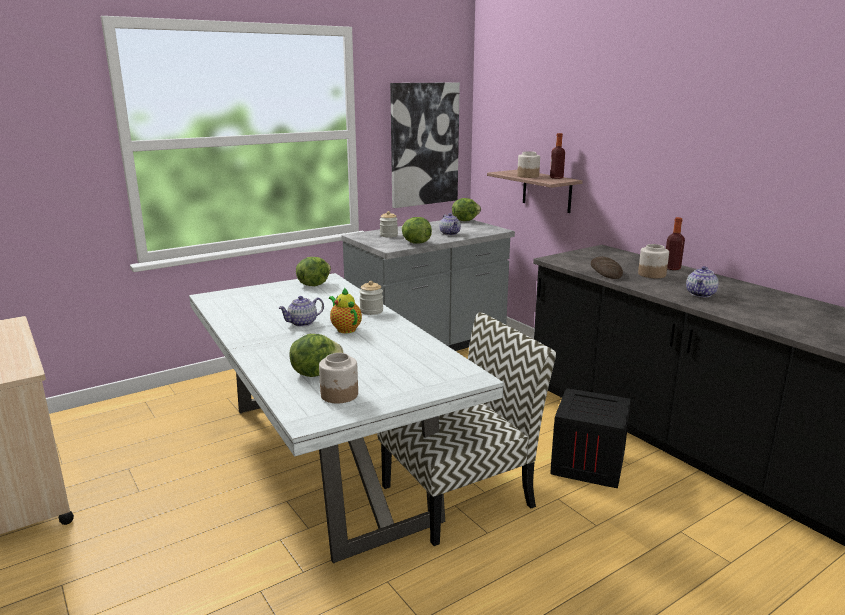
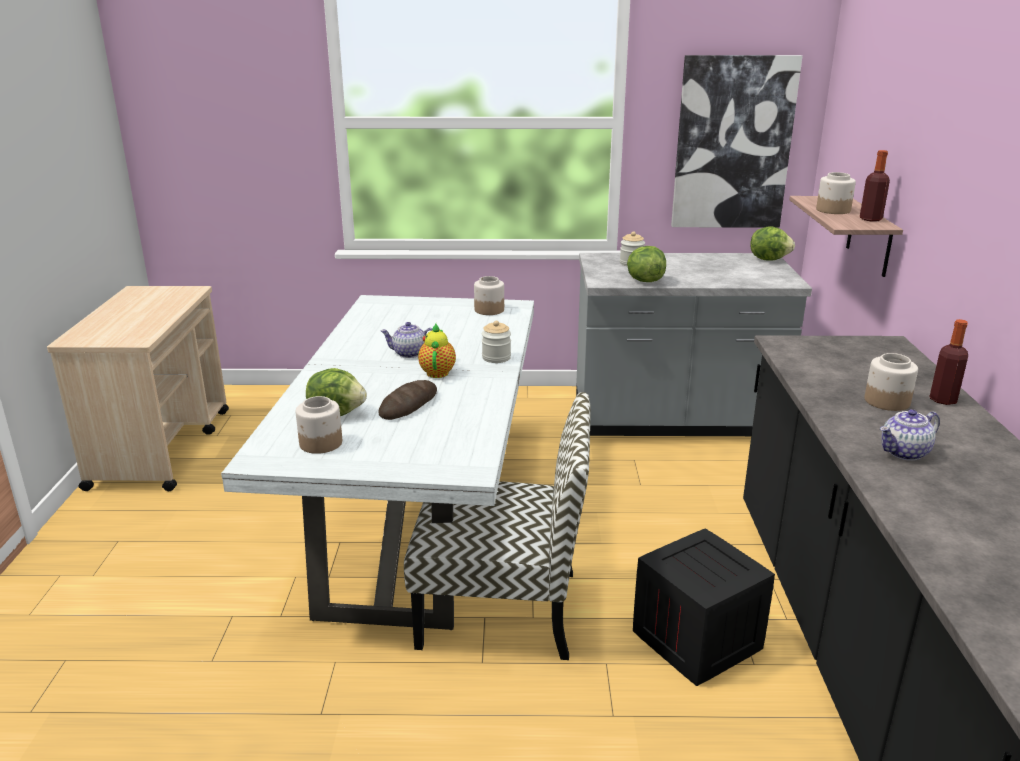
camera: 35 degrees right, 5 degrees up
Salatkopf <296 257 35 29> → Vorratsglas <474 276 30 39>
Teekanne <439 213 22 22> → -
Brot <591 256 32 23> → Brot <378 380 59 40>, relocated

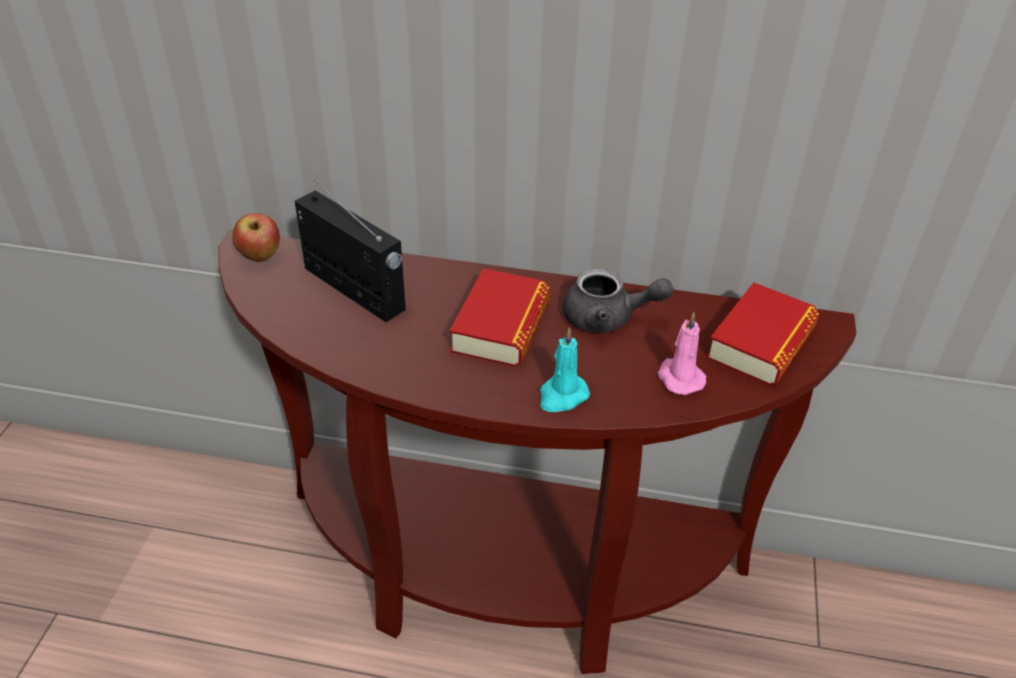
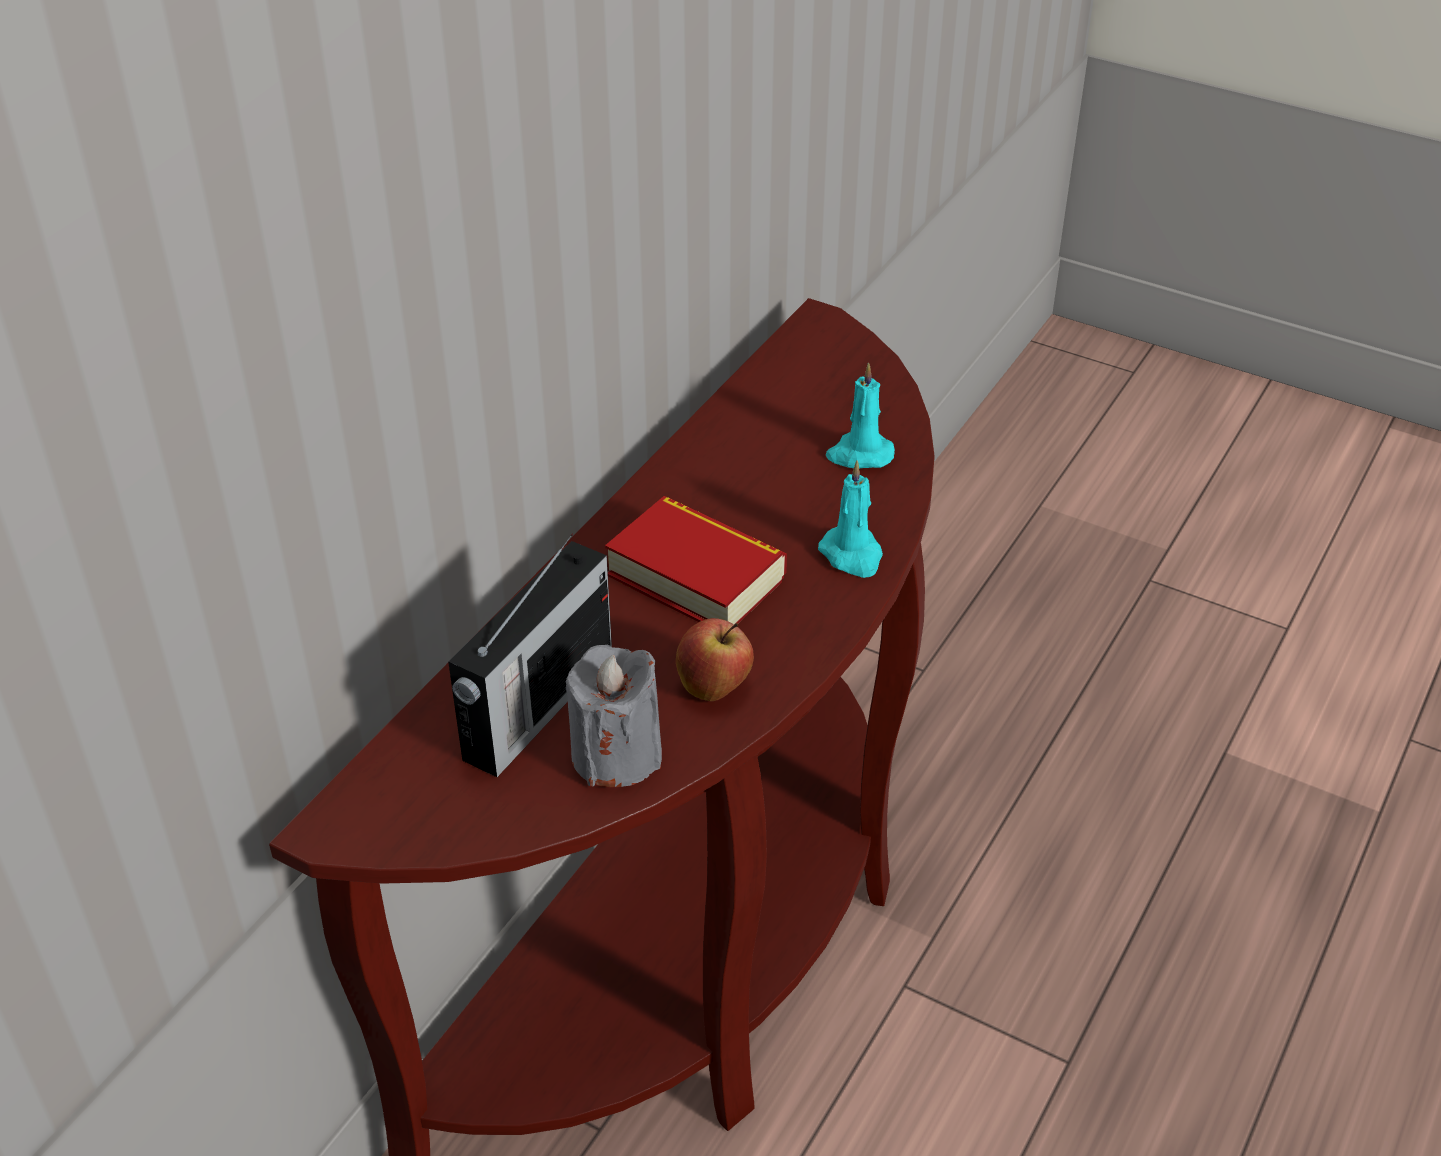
camera: 70 degrees left, 0 degrees up
Apfel <232 213 48 49> → Apfel <676 618 78 83>, relocated
Radio <295 180 111 142> → Radio <448 534 164 243>, 150 degrees clockwise
Teekanne (grau) <563 269 111 64> → -
Kerze (rosa) <658 312 48 83> → Kerze (türkis) <825 362 70 106>
Buch <706 282 114 104> → -
- → Kerze (grau) <566 645 96 142>

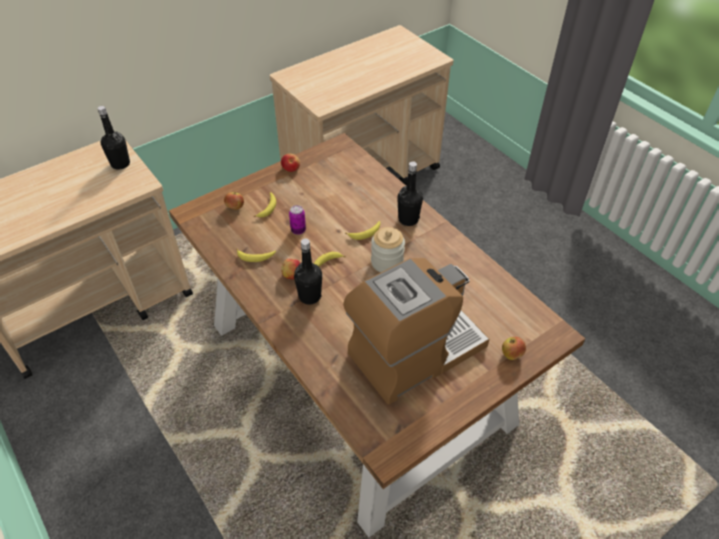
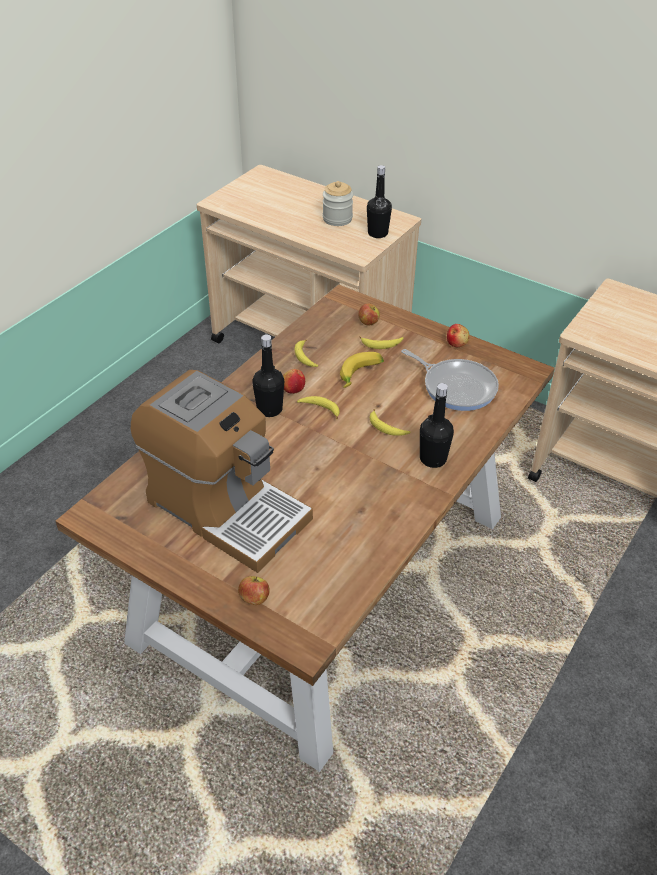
camera: 70 degrees right, 5 degrees down
Dose <289 205 17 30> → Banane <340 352 44 36>
Vorratsglas <371 227 34 46> → Vorratsglas <323 181 30 45>, relocated
- → Pfanne <401 349 98 62>

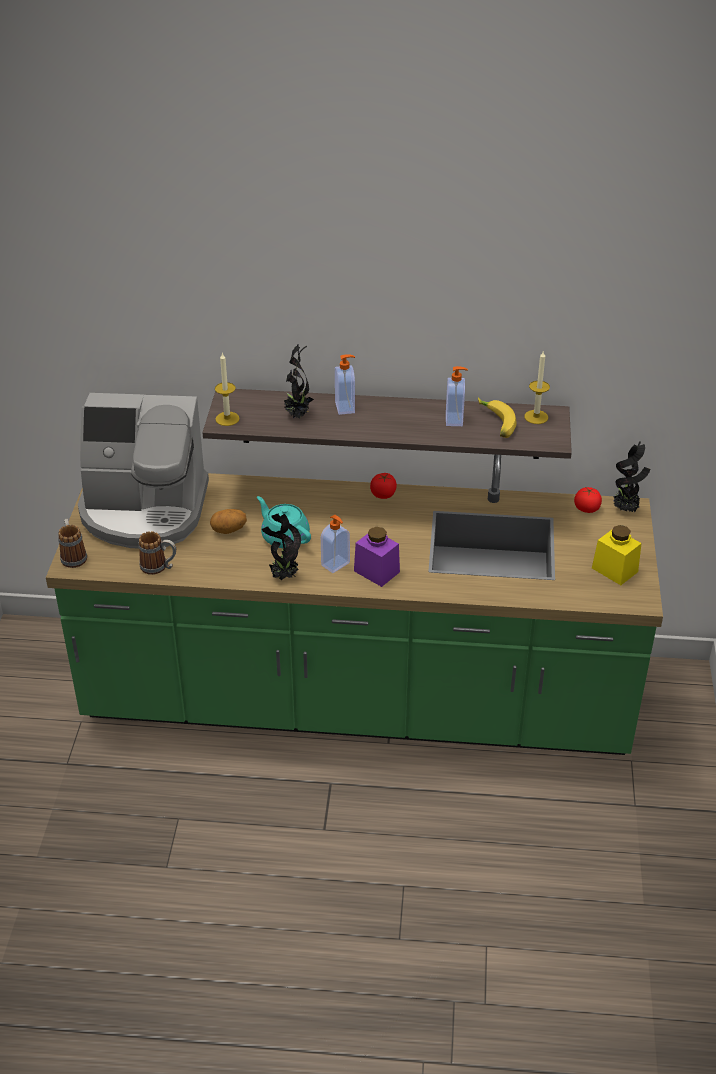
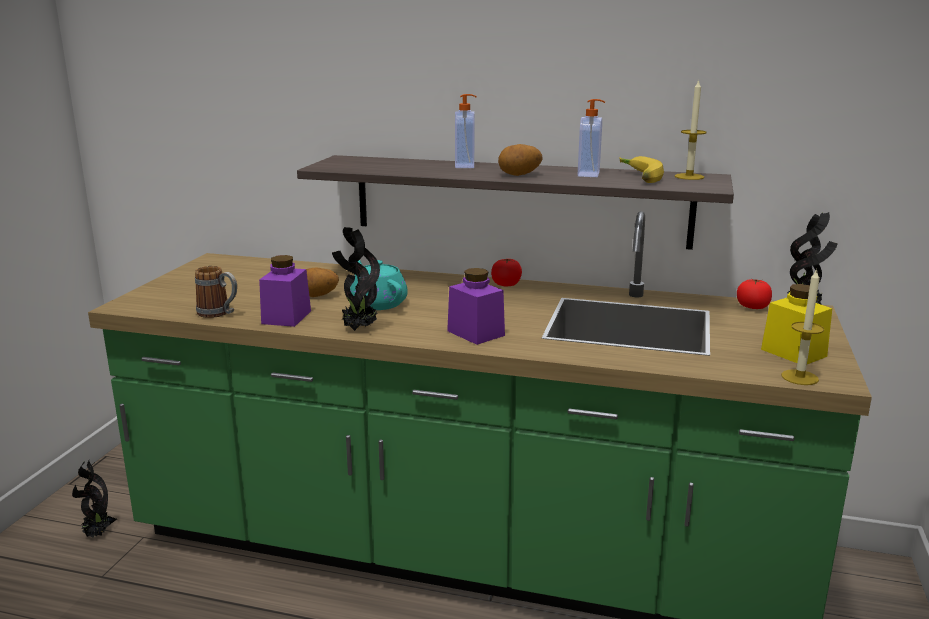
camera: 10 degrees right, 20 degrees down
Henkelbecher <58 518 29 50> → -
Kaffeemaschine <78 393 131 155> → -
Kerze <215 352 25 74> → Kerze <781 268 43 117>, relocated
Topfpflanze <284 345 30 73> → Topfpflanze <72 461 45 77>, relocated
Seifenspender <321 514 29 59> → -
- → Vorratsglas (lila) <259 255 52 72>
- → Kartoffel <498 144 45 32>

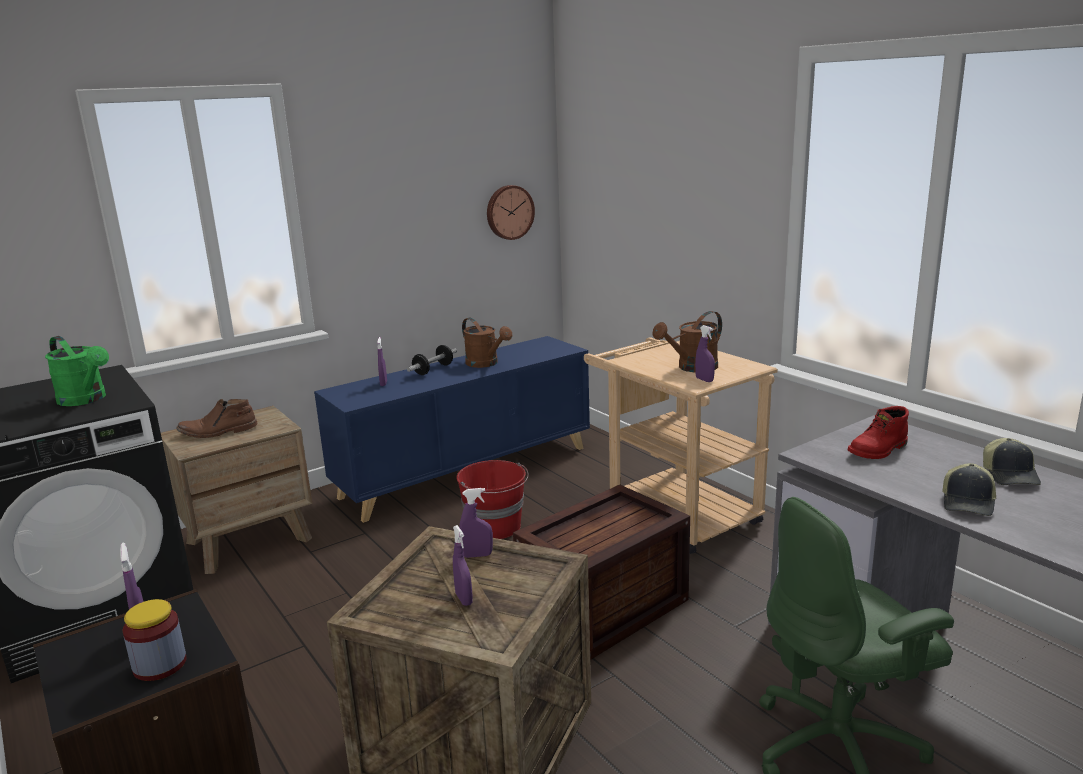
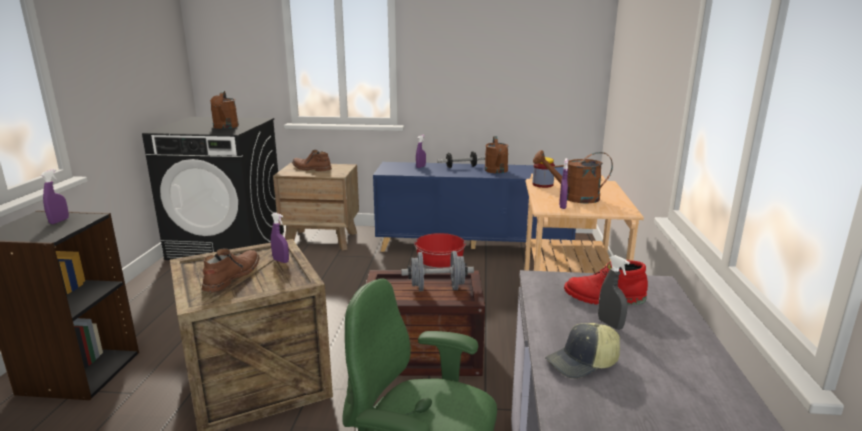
camera: 40 degrees right, 0 degrees up
Gießkanne (grün) <45 336 64 70> → Gießkanne (braun) <210 91 29 38>
Vorratsglas <123 599 63 82> → Vorratsglas <533 157 22 31>, relocated
Sprühflasche (lila) <453 525 20 81> → Stiefel (braun) <202 248 57 44>
Wanduhr <487 185 48 55> → -
Kappe <983 438 58 47> → -
- → Hantel (grau) <401 251 73 40>
- → Sprühflasche (grau) <598 255 32 75>

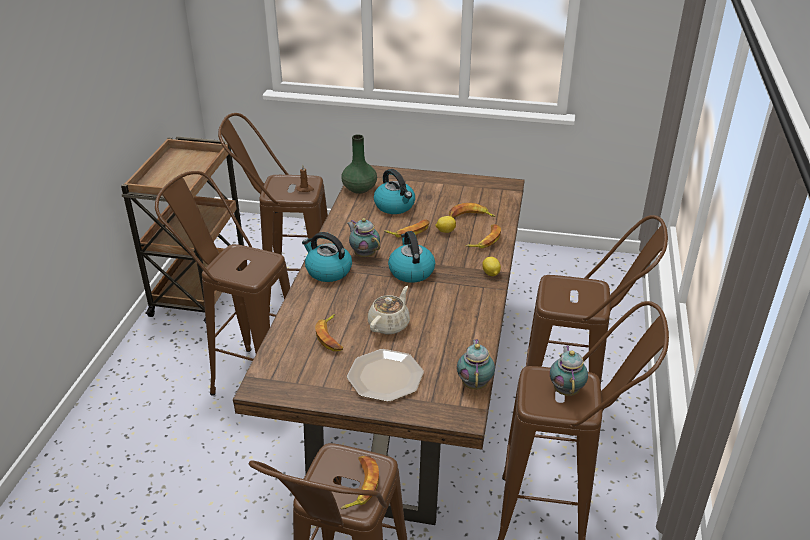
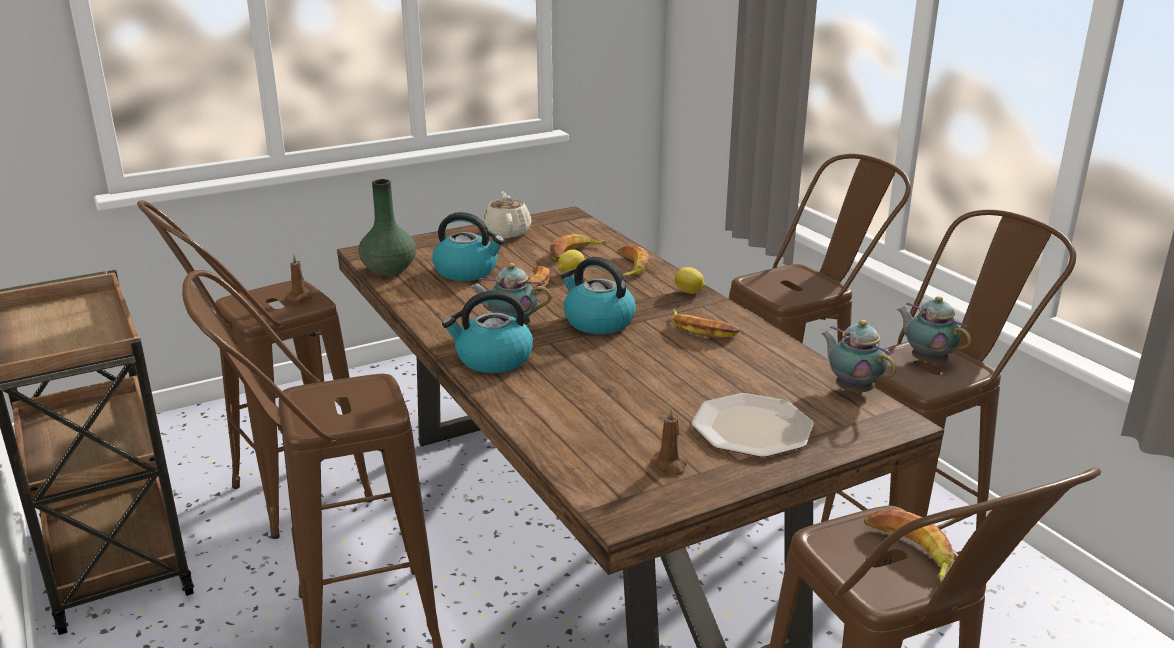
camera: 40 degrees left, 10 degrees down
Banane <315 314 28 38> → Banane <671 309 69 29>, relocated
Teekanne (beige) <368 286 42 48> → Teekanne (beige) <483 191 49 47>, relocated
- → Kerze (braun) <651 408 36 67>

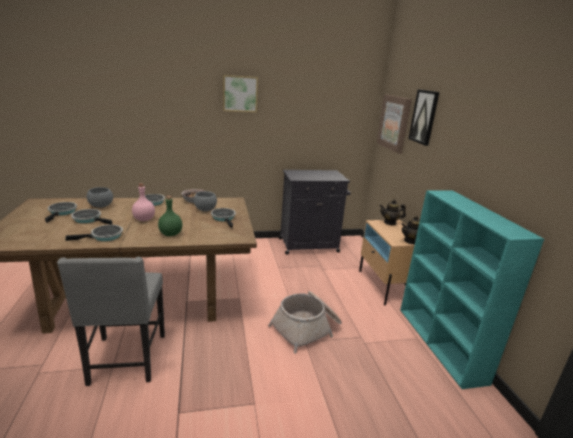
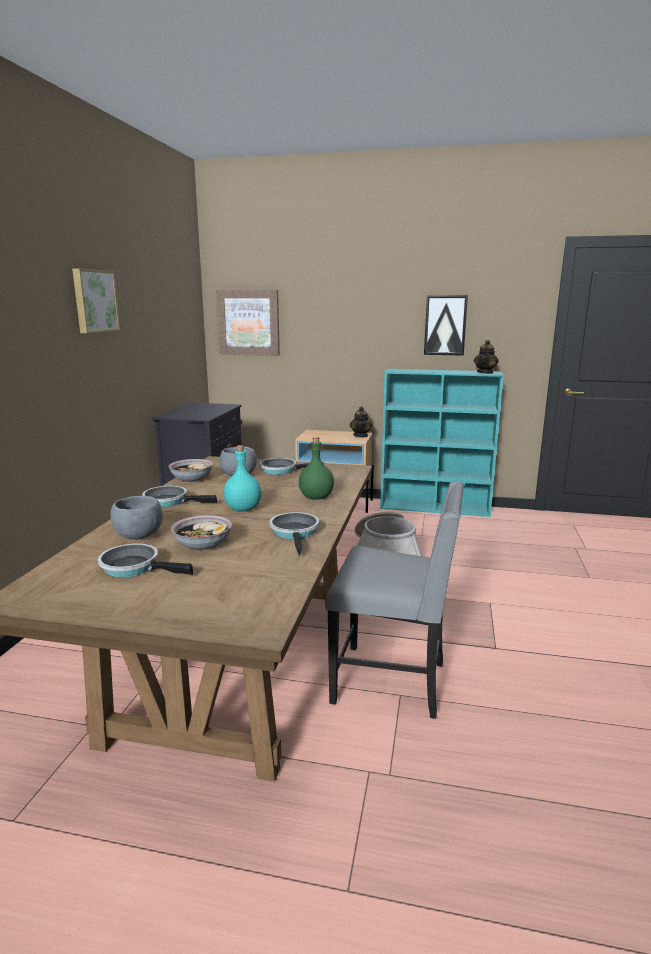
camera: 65 degrees left, 5 degrees down
Pfanne <71 209 41 16> → Schüssel <171 515 61 35>
Flasche (rosa) <132 183 23 38> → Flasche (türkis) <224 445 37 66>
Teekanne <379 199 27 26> → Teekanne <474 340 25 34>, relocated
Bild <408 89 32 57> → Bild <424 295 44 61>, relocated

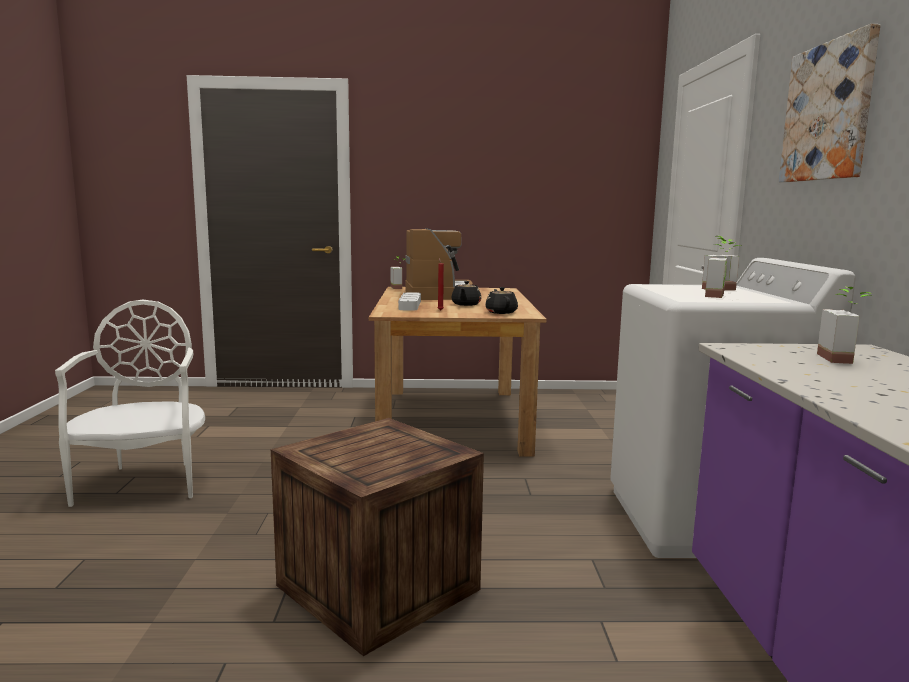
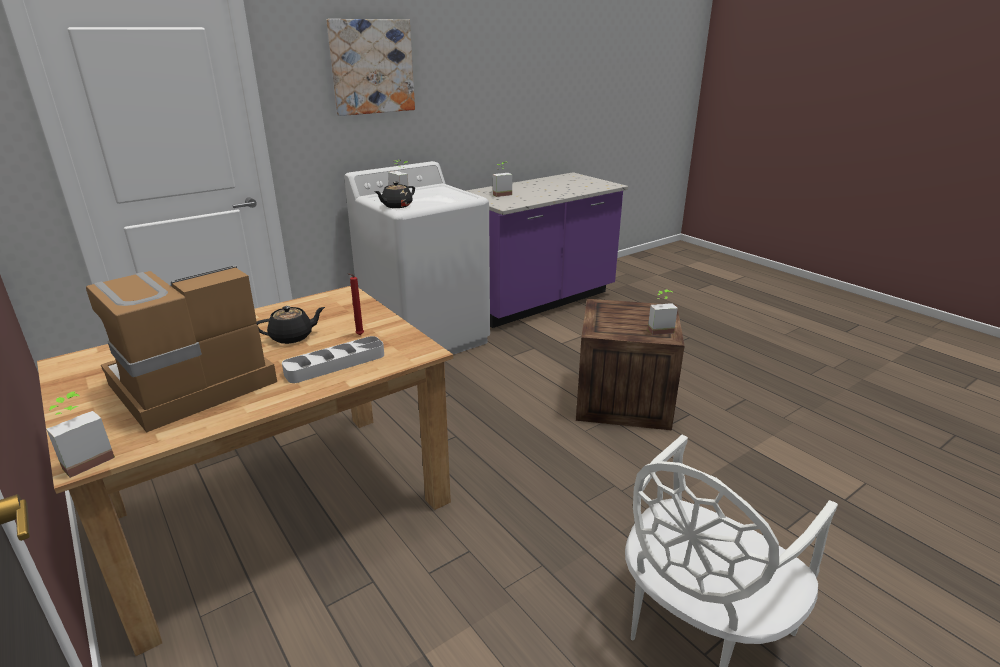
camera: 125 degrees left, 15 degrees up
Teekanne (schwarz) <485 287 33 27> → Teekanne (schwarz) <374 182 41 26>, relocated
Topfpflanze <705 238 36 60> → Topfpflanze <648 290 30 45>, relocated

